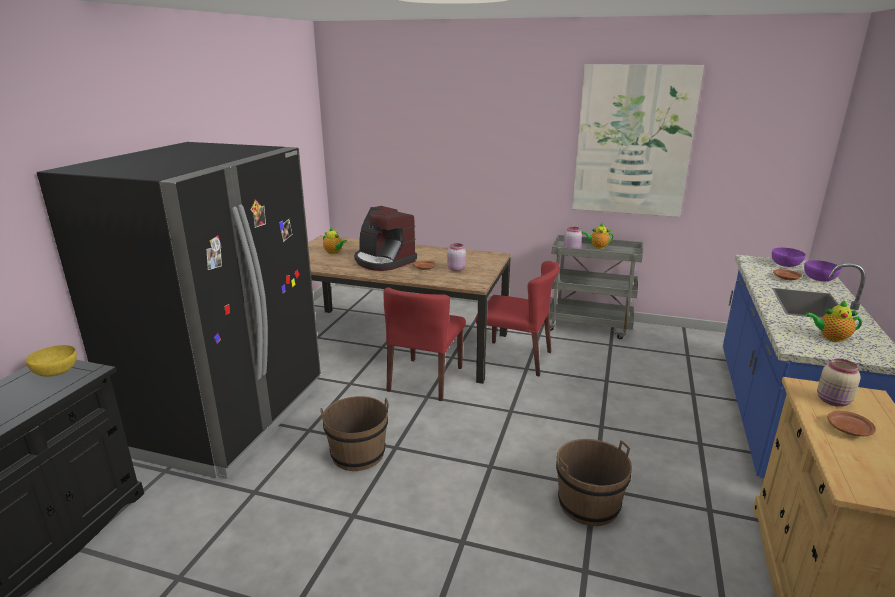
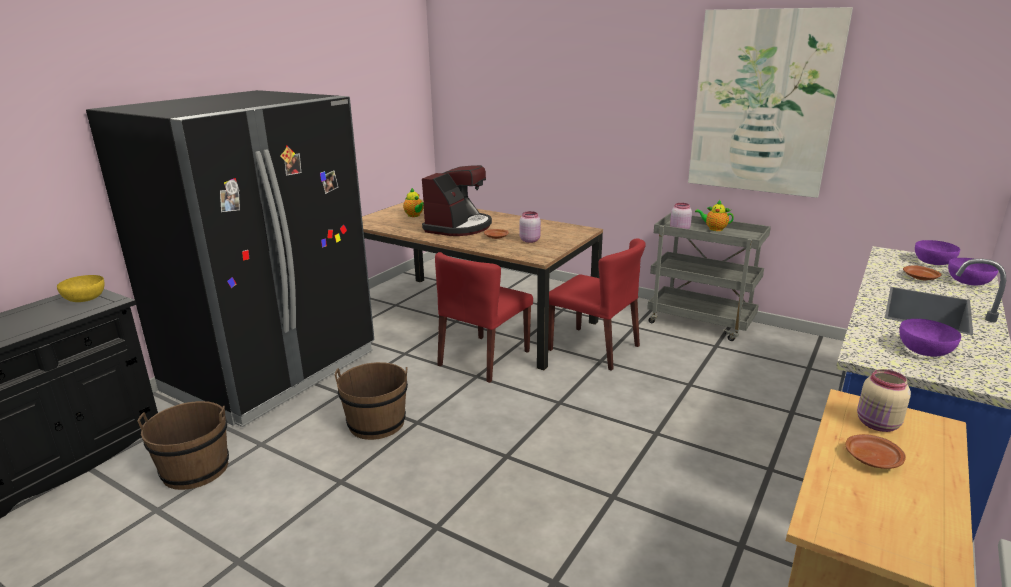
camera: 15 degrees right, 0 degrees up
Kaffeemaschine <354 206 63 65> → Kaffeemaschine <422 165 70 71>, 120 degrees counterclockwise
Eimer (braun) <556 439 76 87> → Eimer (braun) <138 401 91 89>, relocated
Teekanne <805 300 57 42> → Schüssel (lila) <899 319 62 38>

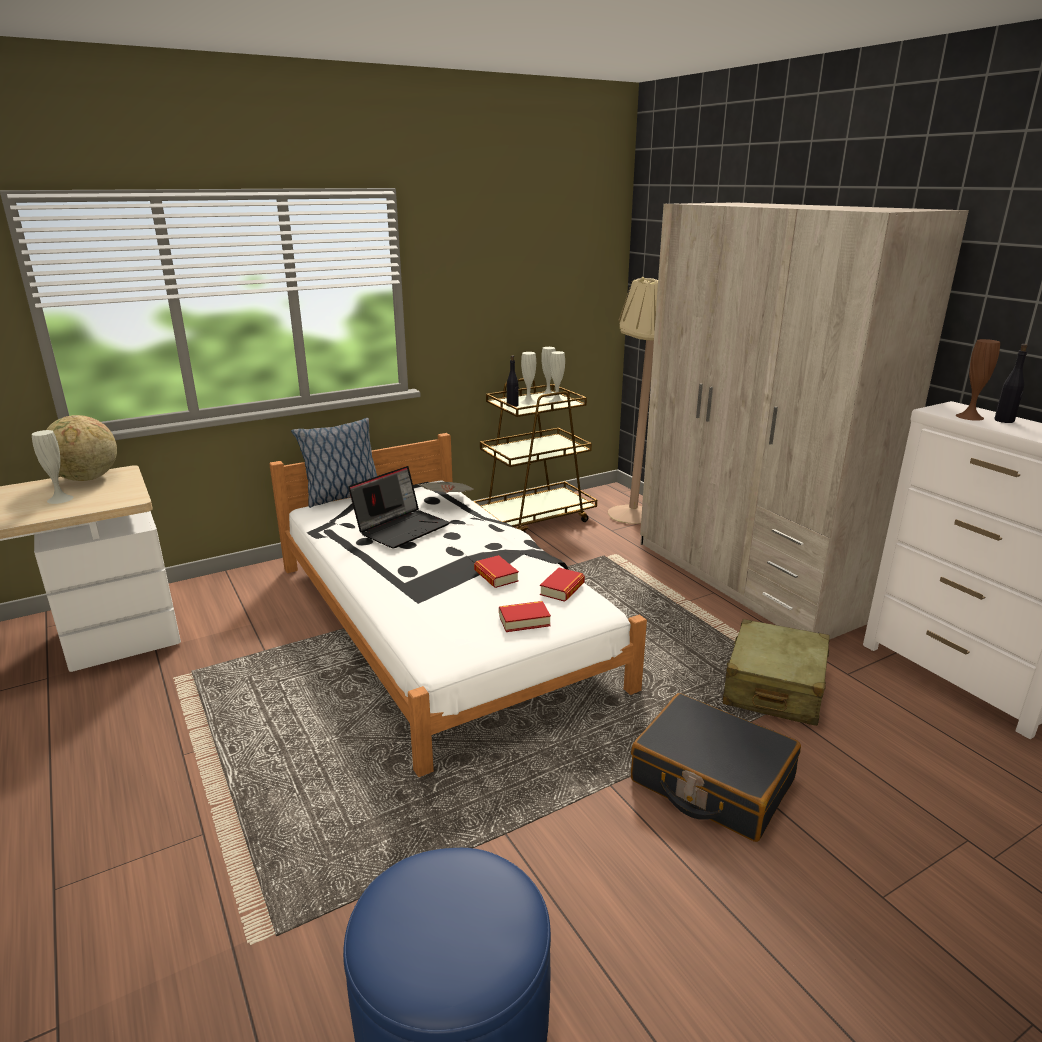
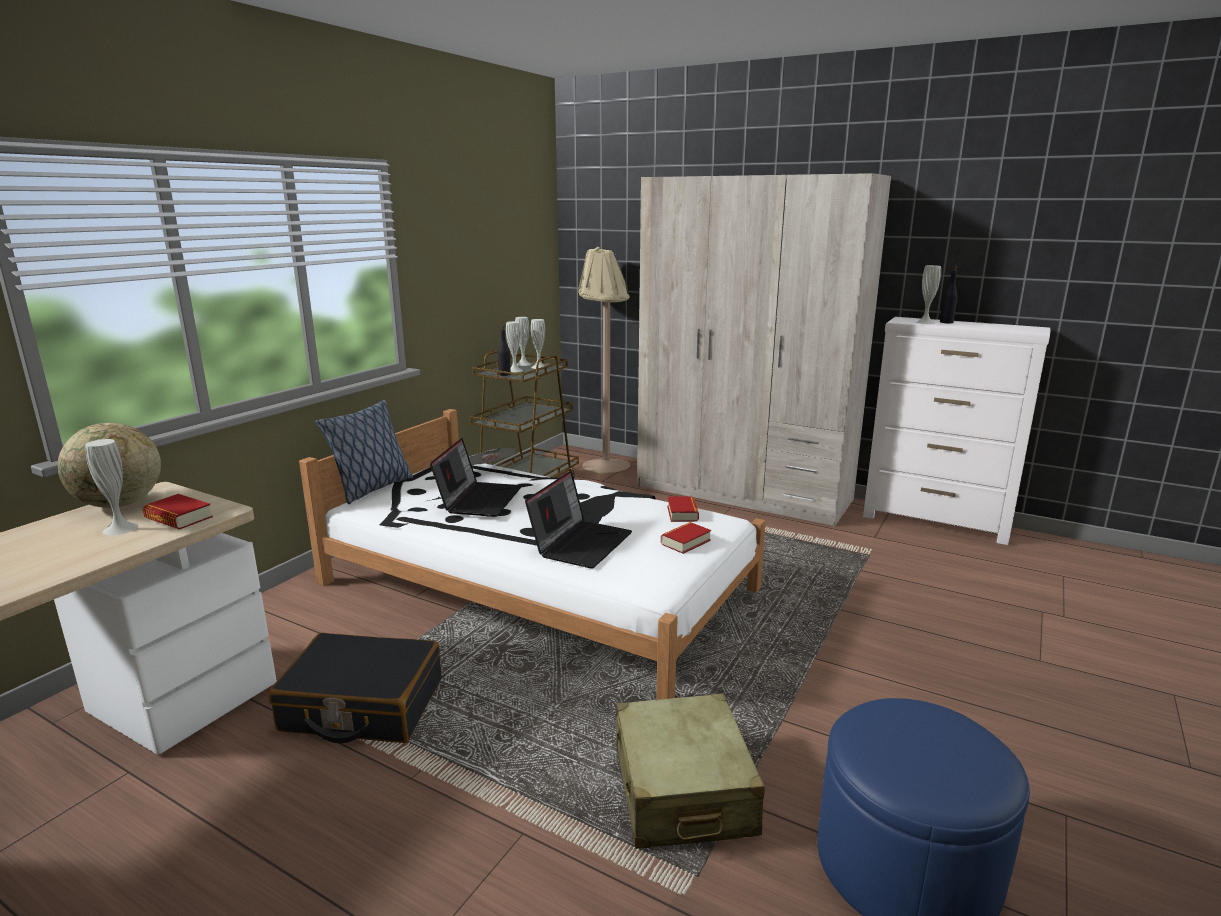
camera: 30 degrees left, 5 degrees down
Buch <474 555 45 33> → Buch <142 494 71 35>, relocated
Koffer (schwarz) <631 693 170 149> → Koffer (schwarz) <269 633 173 110>, relocated
Koffer (beige) <722 619 107 107> → Koffer (beige) <614 693 151 156>, relocated
Vase (braun) <956 339 44 82> → Vase (weiß) <916 265 25 59>
- → Laptop <525 471 107 98>

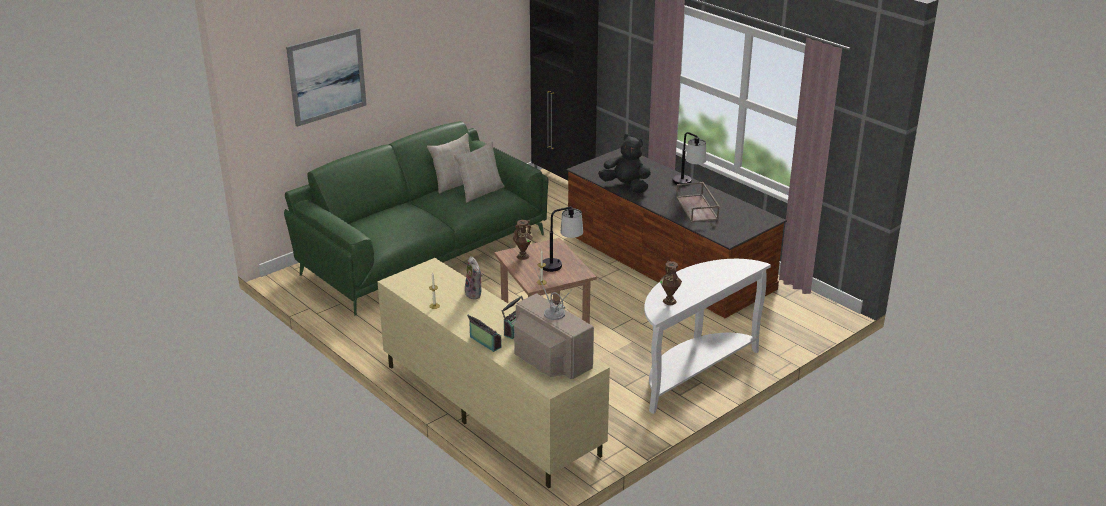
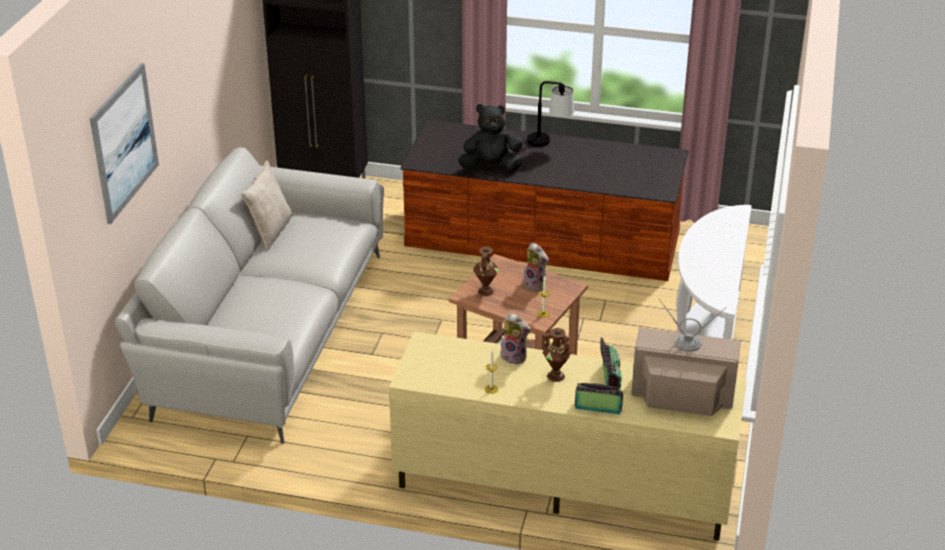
camera: 35 degrees left, 5 degrees up
Sofa (grün) <284 121 264 195> → Sofa (grau) <114 147 270 297>
Kissen (beige) <453 141 51 62> → -
Tischlampe <543 206 40 66> → Plüschtier <523 242 26 49>
Vase (braun) <660 261 22 44> → Vase (braun) <543 328 28 54>, relocated
Tablett (braun) <676 182 44 40> → -

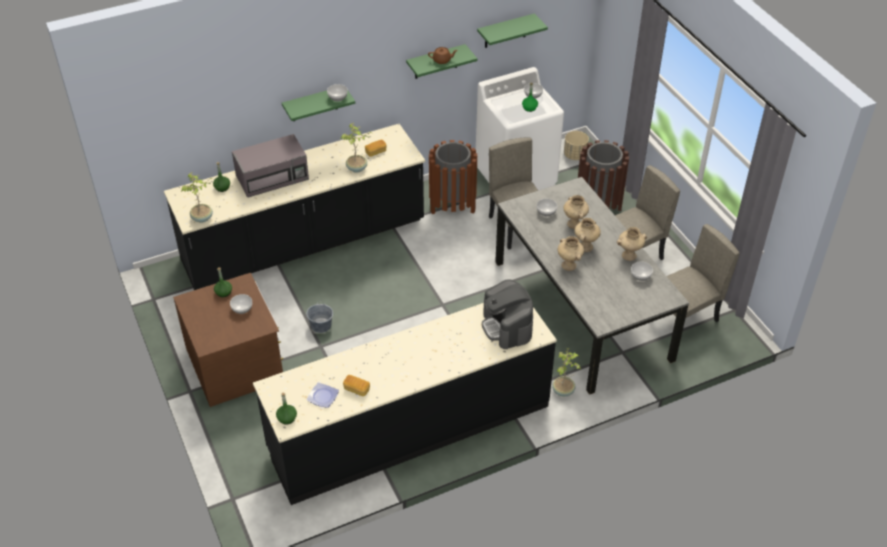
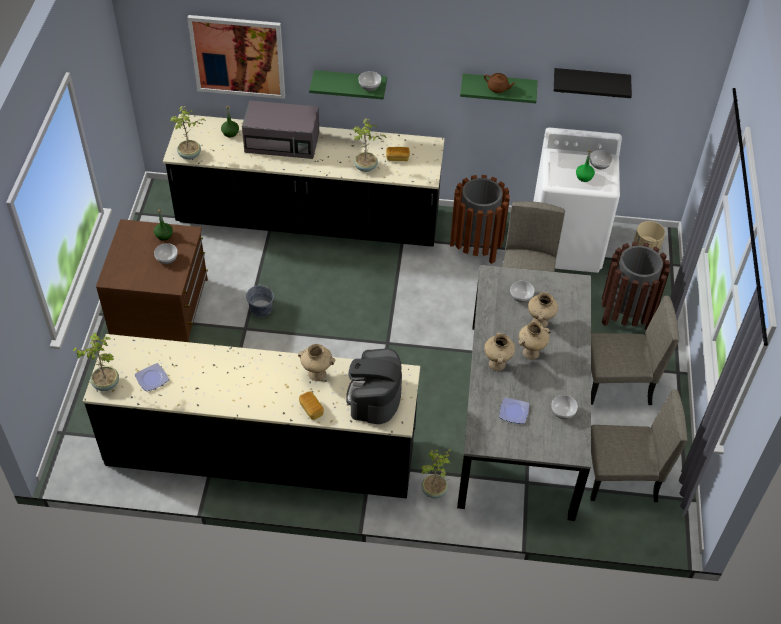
camera: 30 degrees right, 5 degrees up
Flasche (grün) <276 393 21 32> → Topfpflanze <73 333 46 58>
Brot <343 375 27 21> → Brot <299 391 25 29>, relocated
Wandregal (grün) <477 13 71 35> → Wandregal (schwarz) <554 68 78 30>
Vase (beige) <617 227 30 34> → Vase (beige) <298 344 37 37>, relocated
- → Bild <187 15 98 84>
- → Teller <499 398 30 26>

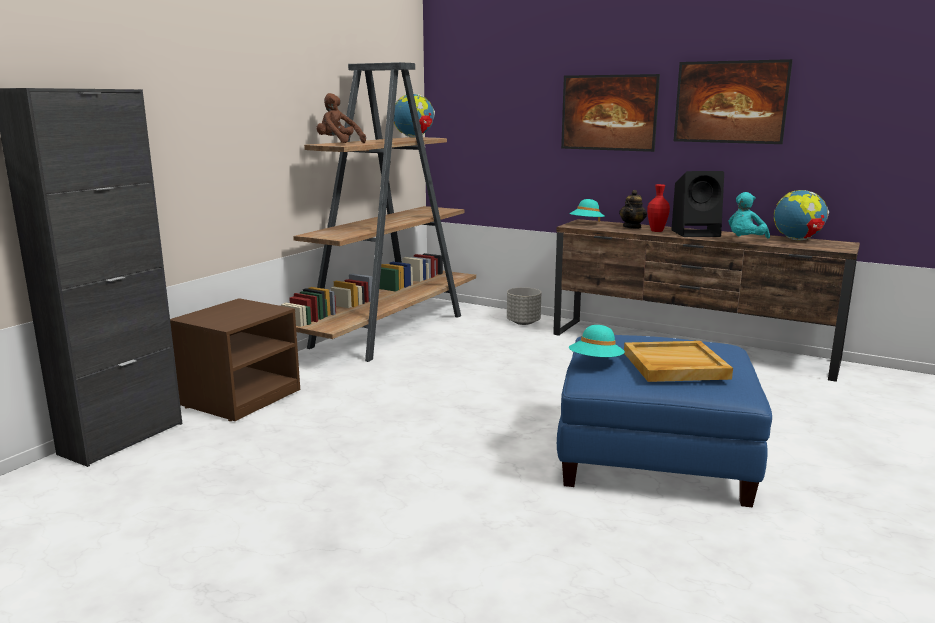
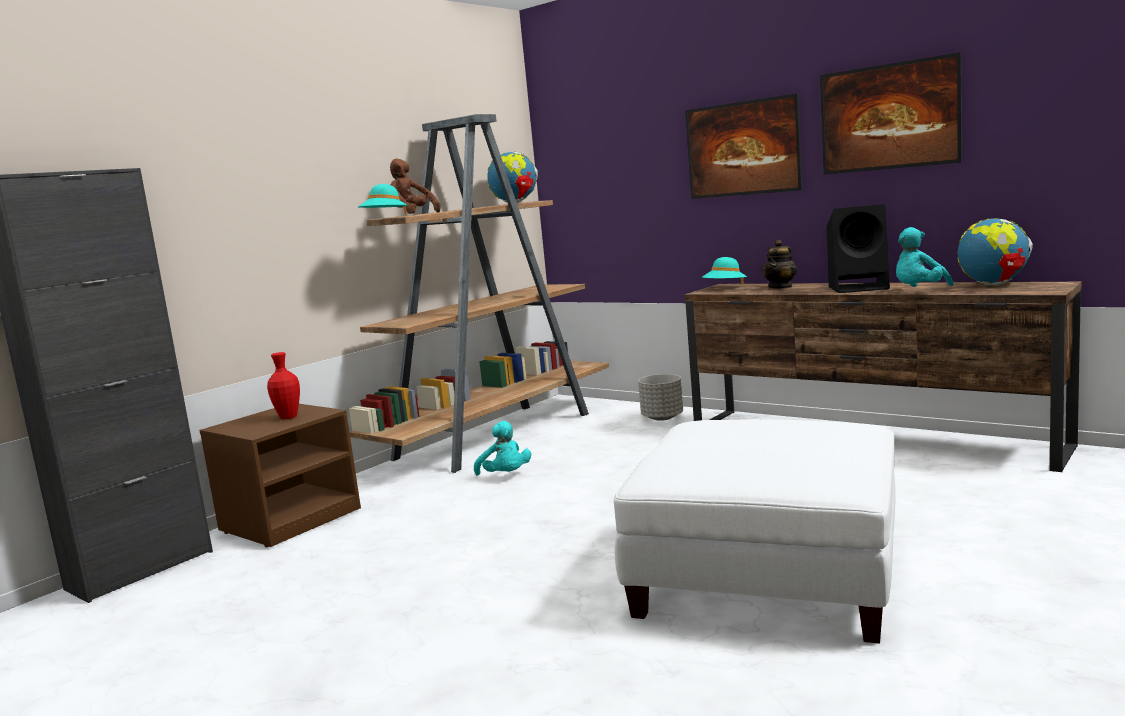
camera: 10 degrees right, 5 degrees down
Polsterhocker (blau) <557 335 215 173> → Polsterhocker (weiß) <614 419 282 225>
Hut (türkis) <569 325 56 32> → Hut (türkis) <358 184 50 32>, relocated
Tablett (beige) <624 341 109 41> → -
Vase (rot) <647 184 23 48> → Vase (rot) <267 352 33 67>, relocated
- → Plüschtier (türkis) <474 421 57 55>

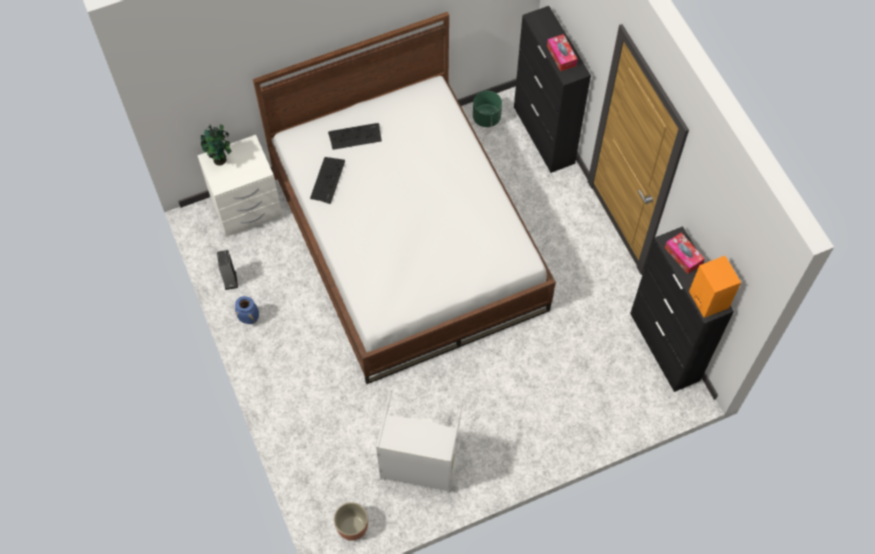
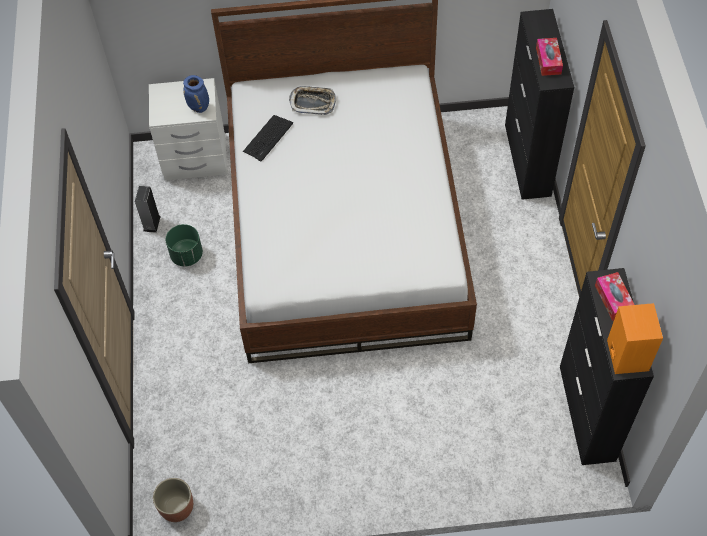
camera: 20 degrees right, 5 degrees down
Topfpflanze <201 125 31 41> → -
Vase (blau) <235 296 24 28> → Vase (blau) <183 75 26 38>, relocated
Tastatur <328 123 54 27> → Tablett <289 86 47 29>
Wäschekorb (grau) <376 390 87 103> → -
Pflanzkübel (grün) <473 91 29 36> → Pflanzkübel (grün) <166 224 37 43>, relocated

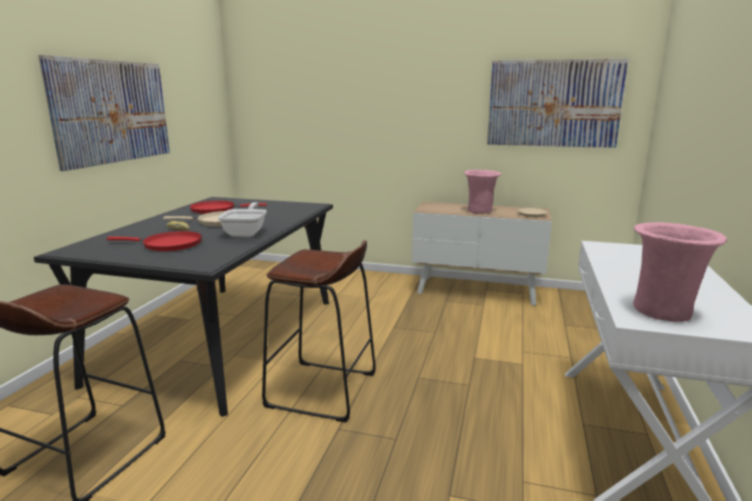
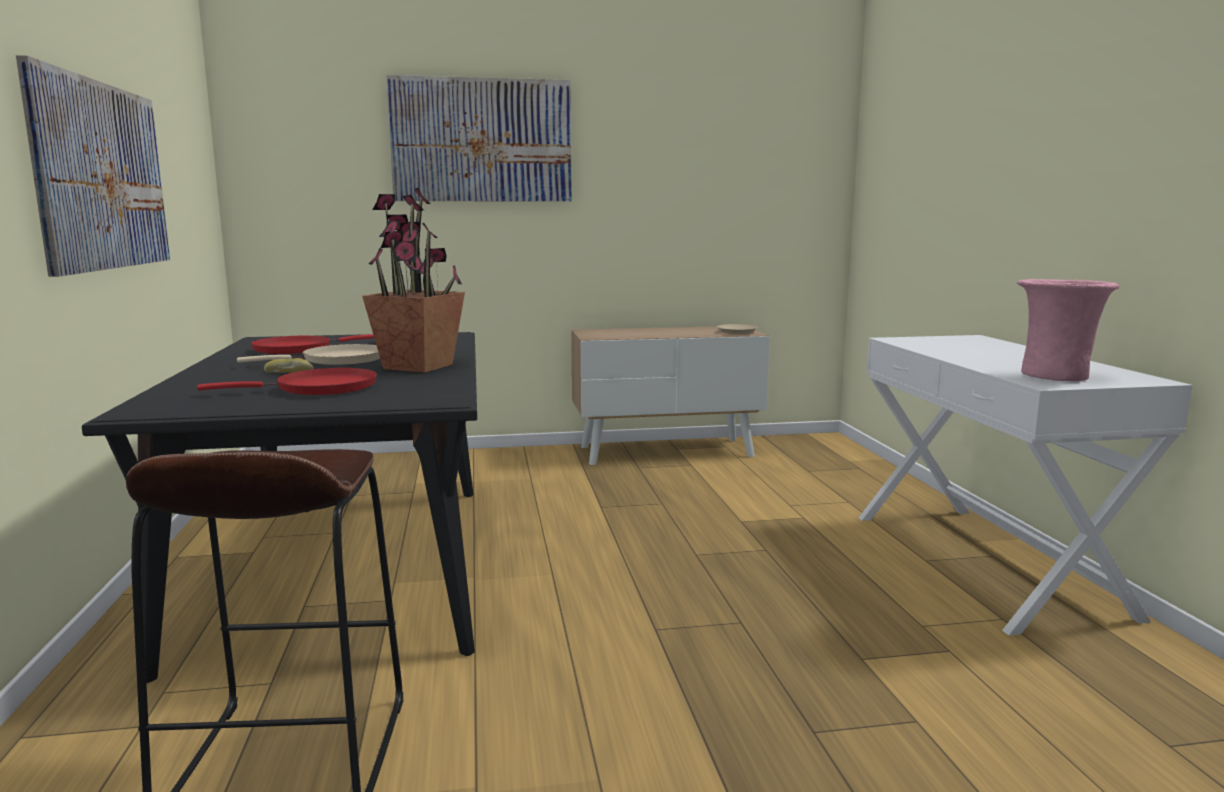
camera: 25 degrees left, 5 degrees down
Pfanne <218 202 49 35> → Topfpflanze <362 188 103 185>
Hocker (braun) <262 240 114 183> → -
Vase (rosa) <464 170 38 44> → -
Bild <487 58 142 90> → Bild <386 75 186 127>, relocated

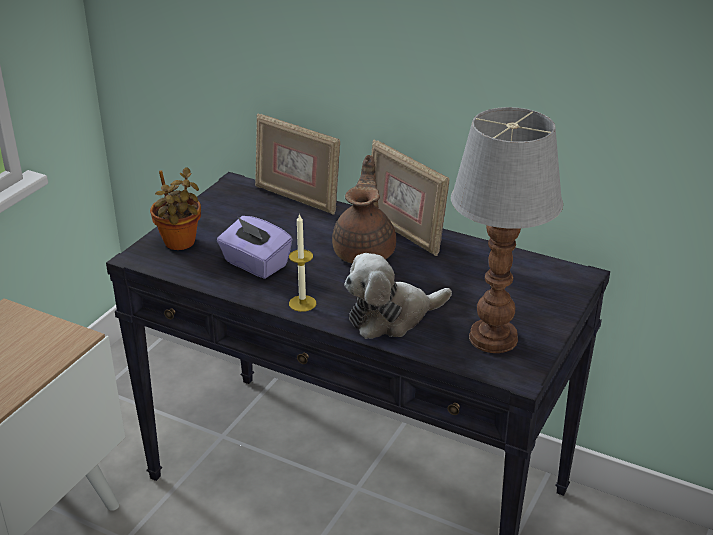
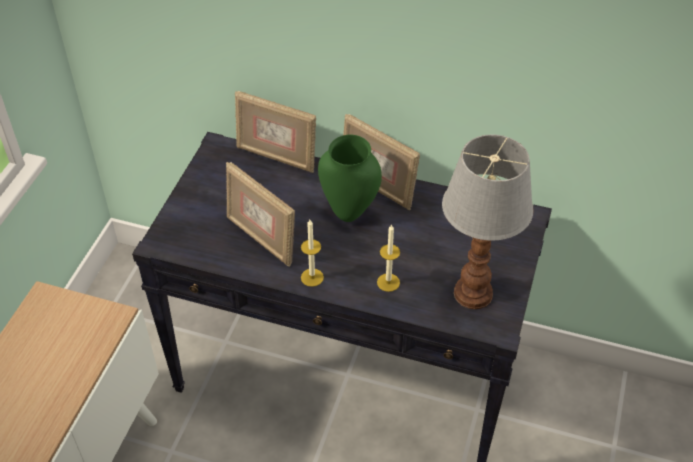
camera: 10 degrees left, 15 degrees up
Topfpflanze <150 167 51 83> → -
Taschentuchbox (lila) <217 216 75 63> → Bilderrahmen <226 162 69 105>
Teekanne (braun) <332 155 64 108> → Vase (grün) <318 135 64 87>
Plüschtier <344 253 108 86> → Kerze <377 224 23 68>

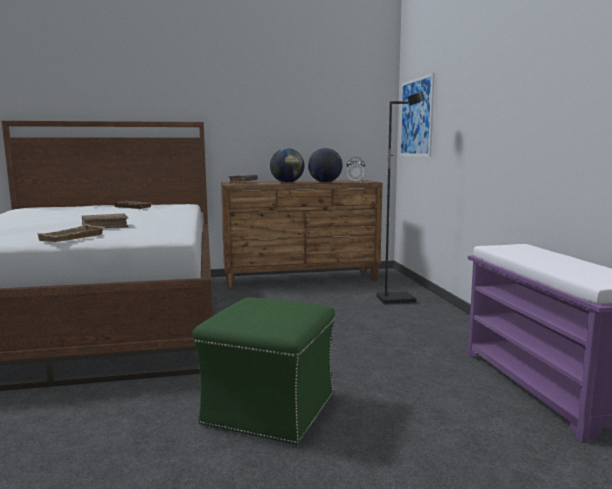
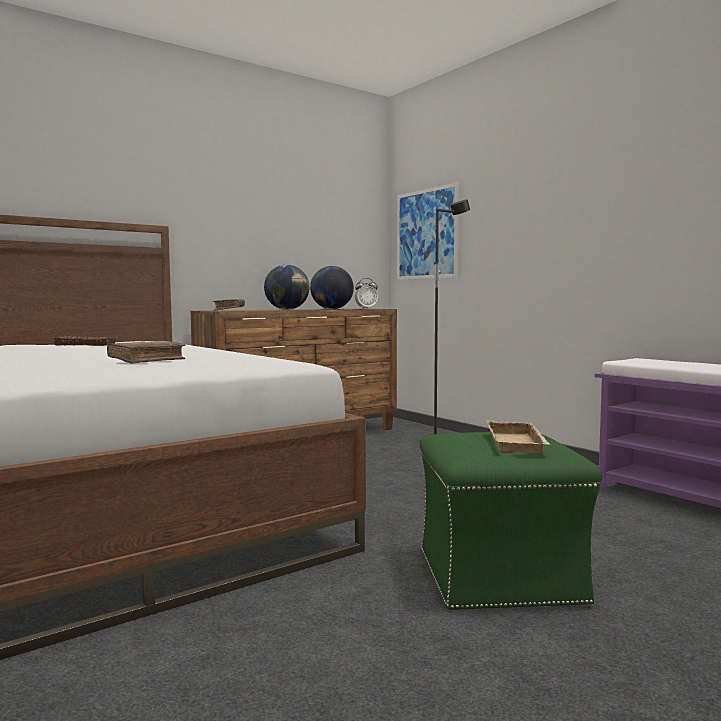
camera: 25 degrees left, 5 degrees down
Tablett (beige) <36 224 69 18> → Tablett (beige) <486 420 65 33>, relocated

